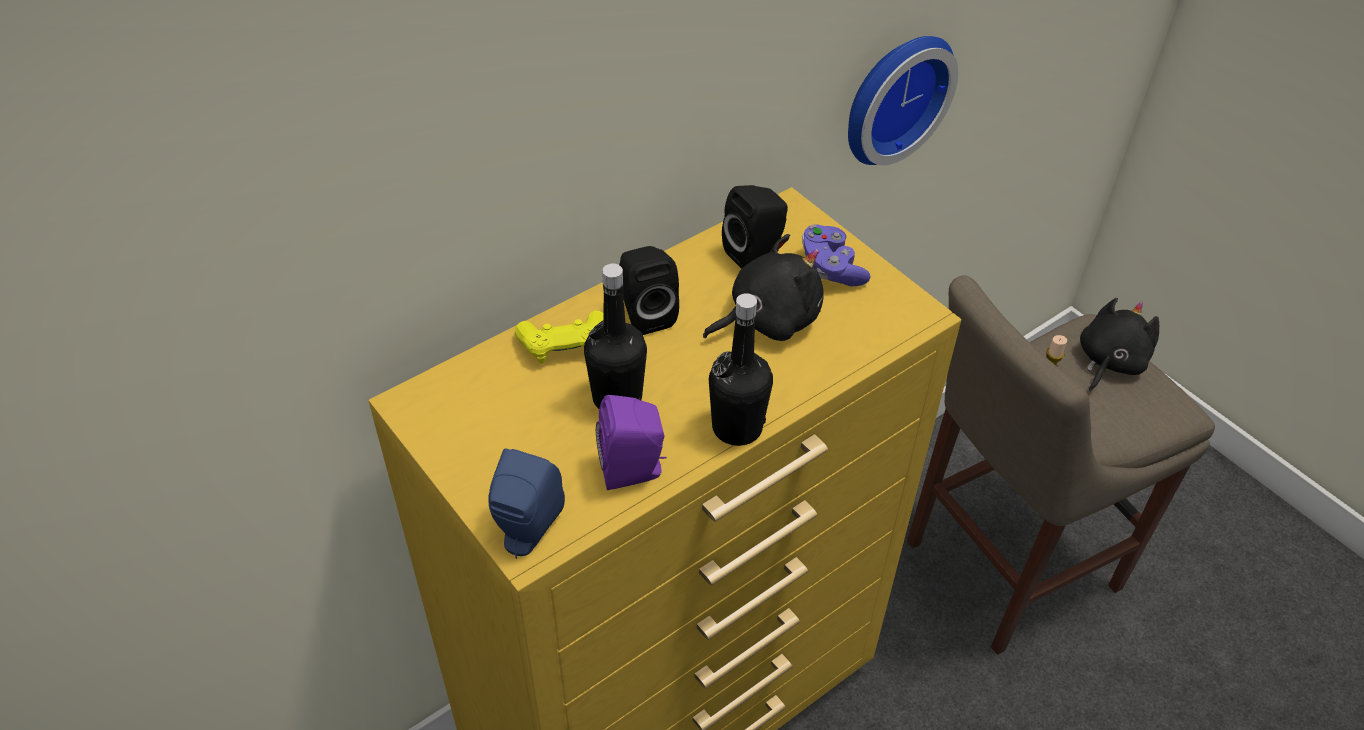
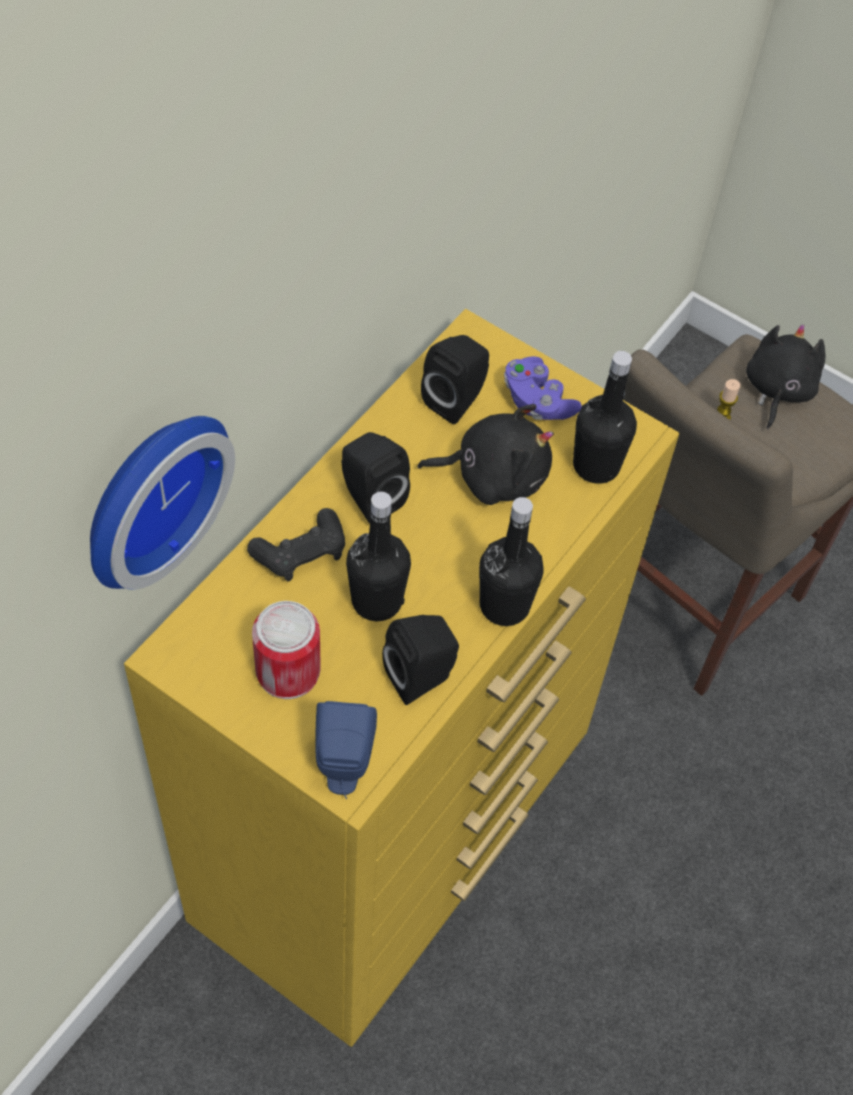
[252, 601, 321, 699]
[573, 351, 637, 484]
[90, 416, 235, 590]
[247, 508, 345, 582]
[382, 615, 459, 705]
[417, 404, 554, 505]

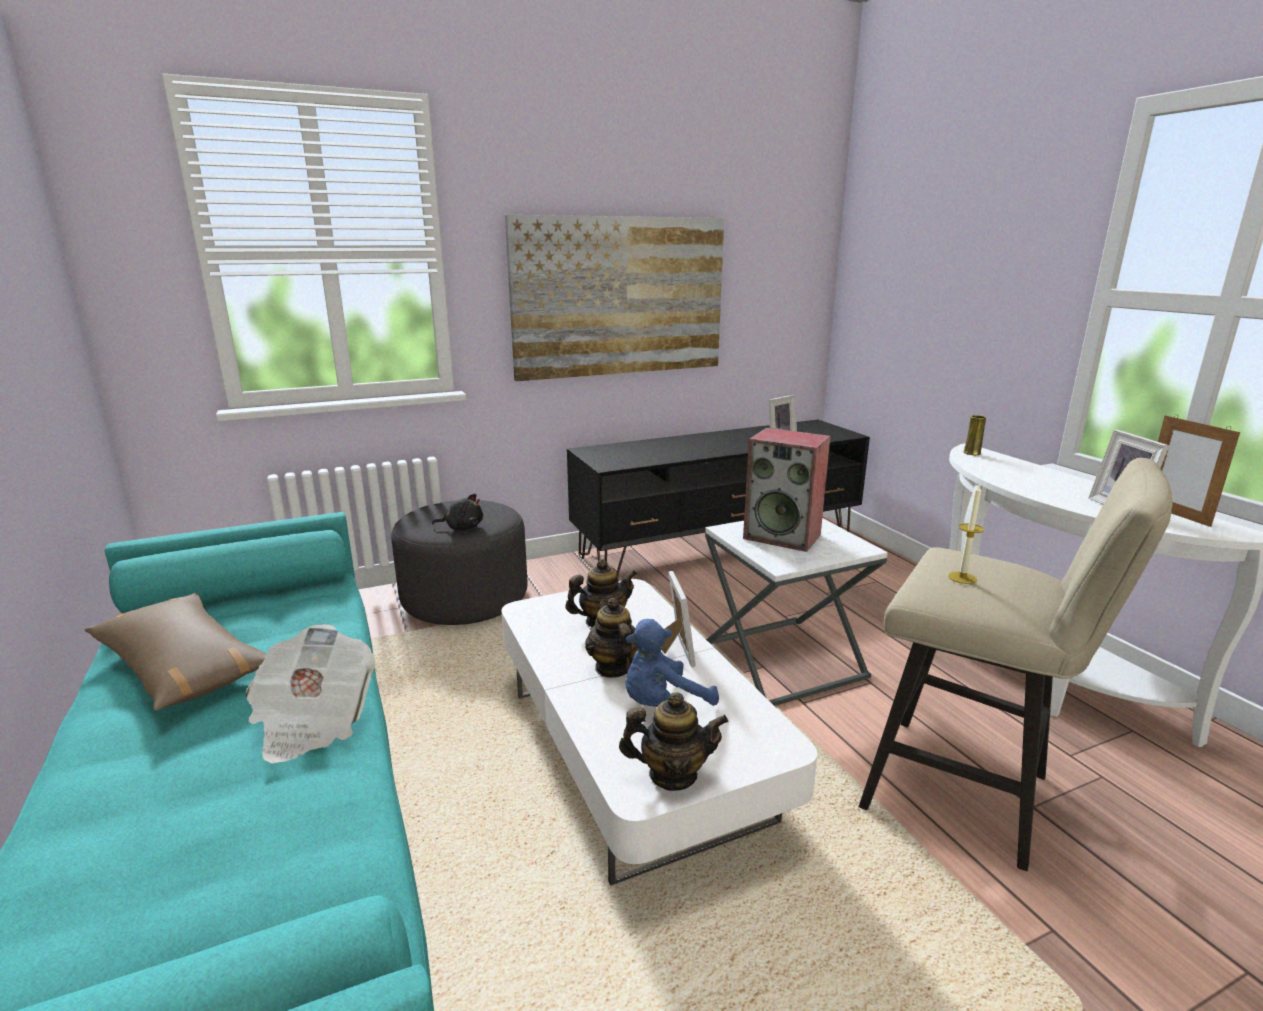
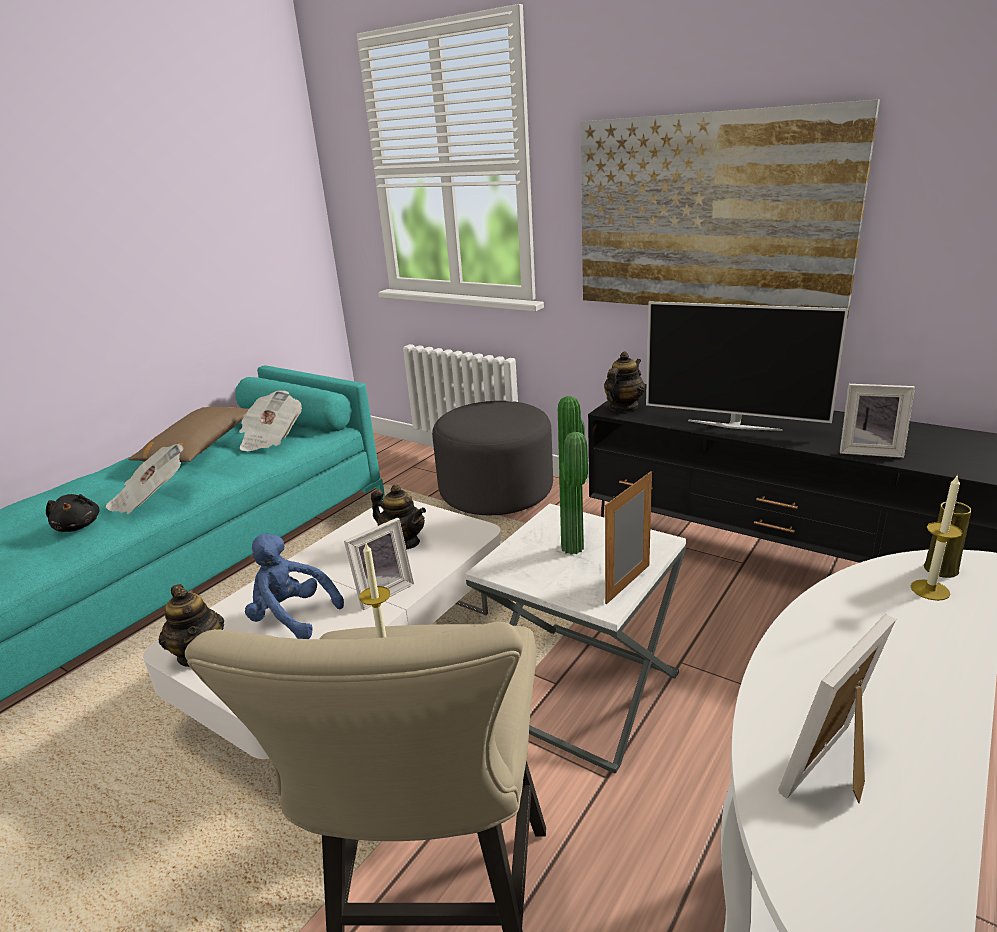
[239, 390, 302, 451]
[646, 301, 849, 431]
[911, 474, 962, 601]
[46, 494, 99, 532]
[604, 352, 645, 411]
[605, 471, 652, 605]
[558, 396, 588, 555]

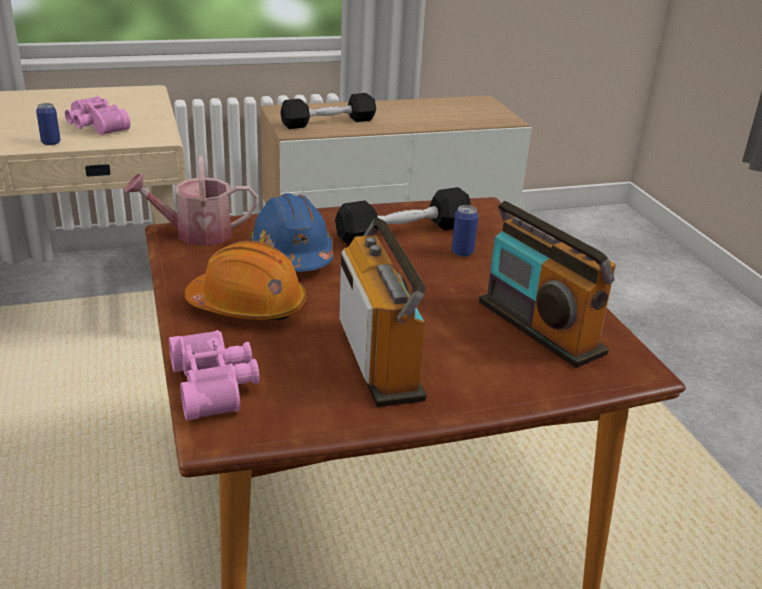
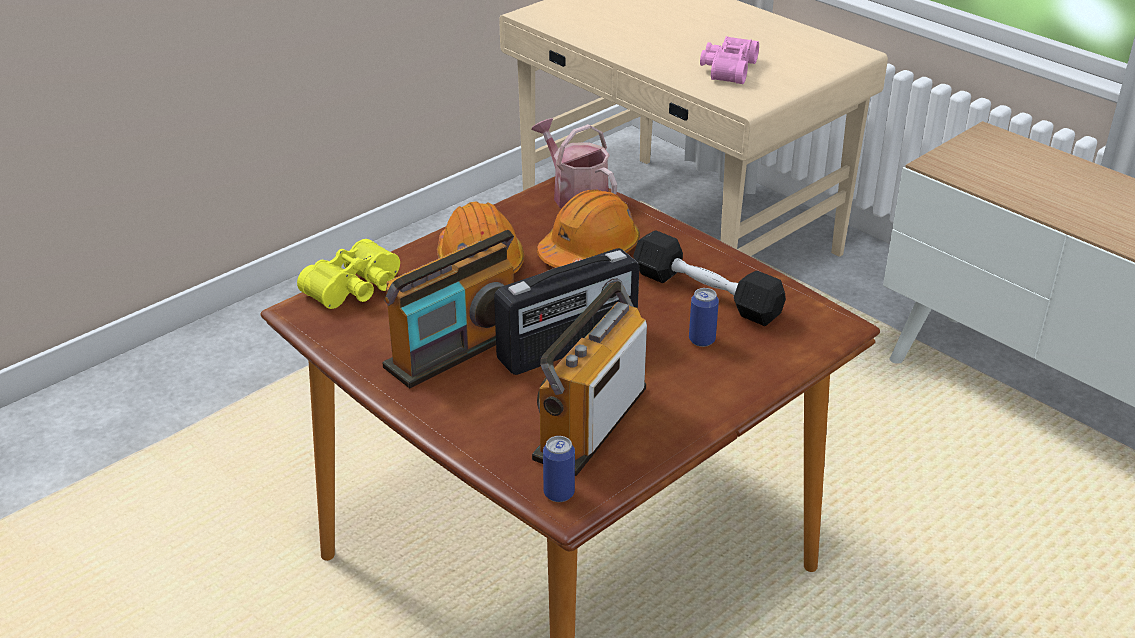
[280, 93, 376, 129] (first image)
[494, 248, 639, 375]
[543, 436, 575, 502]
[297, 239, 400, 309]
[537, 189, 640, 268]

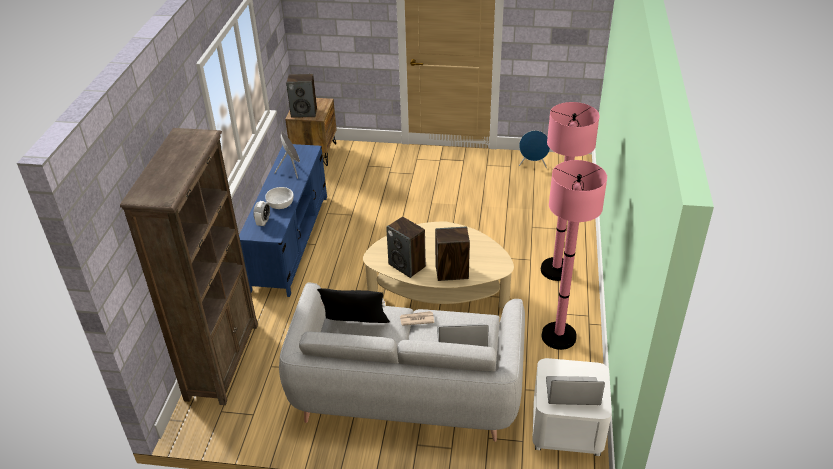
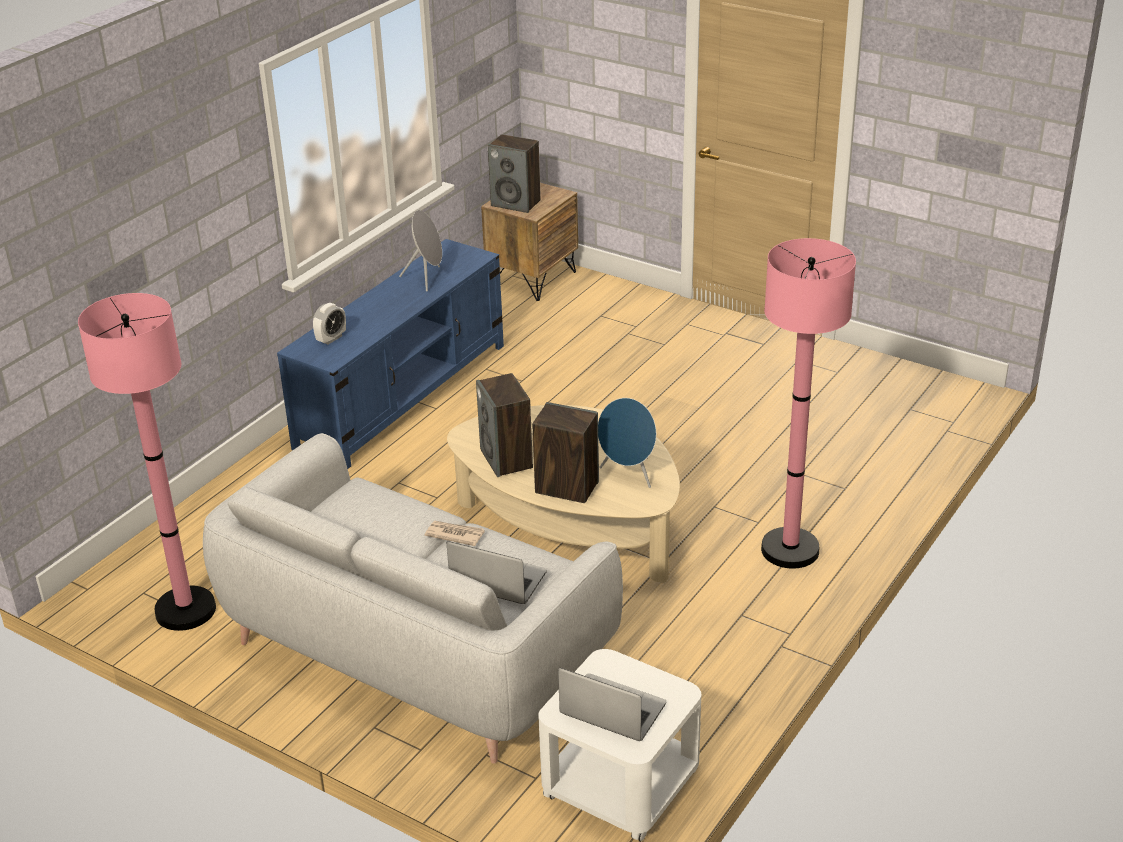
[120, 128, 258, 405] (first image)
[265, 187, 294, 209] (first image)
[317, 288, 390, 323] (first image)
[598, 398, 656, 488]
[78, 293, 216, 631]

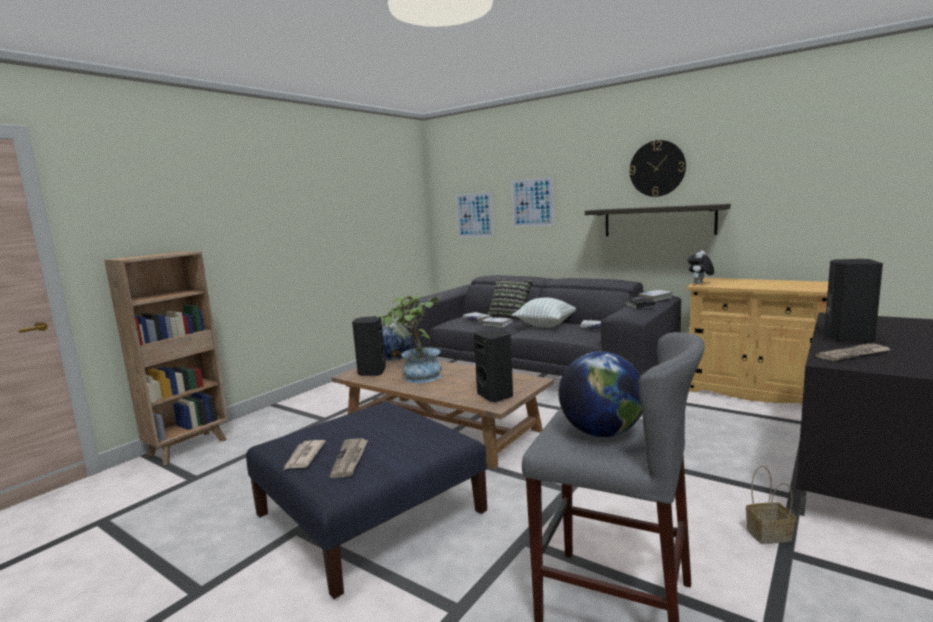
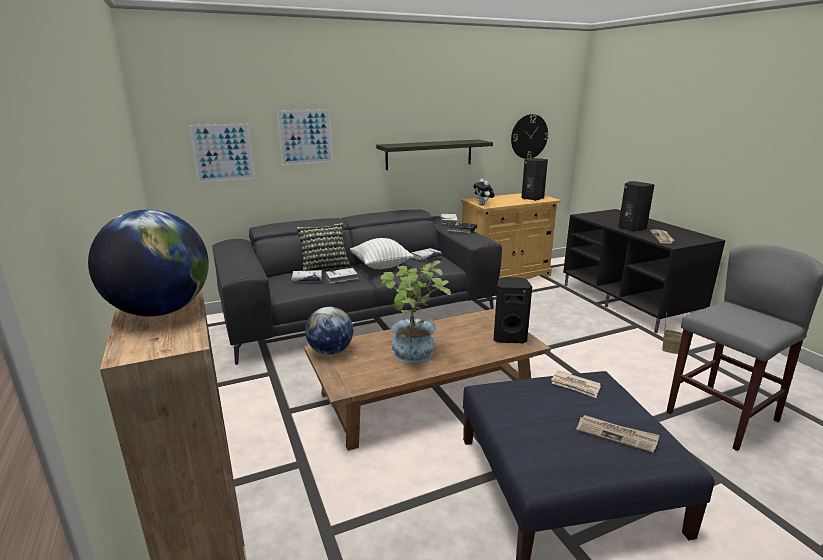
[551, 370, 601, 398]
[521, 158, 548, 201]
[88, 210, 209, 316]
[511, 114, 549, 159]

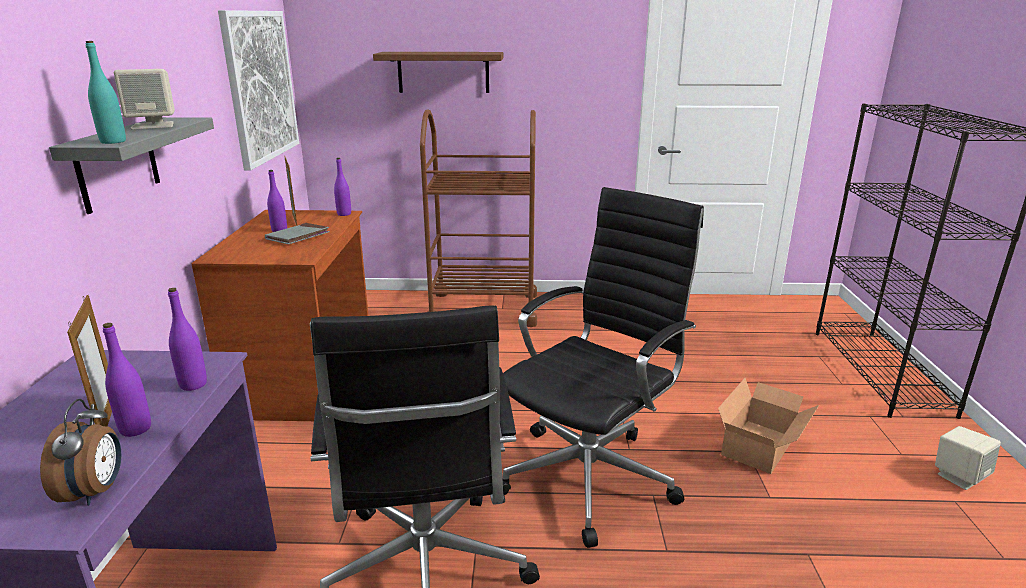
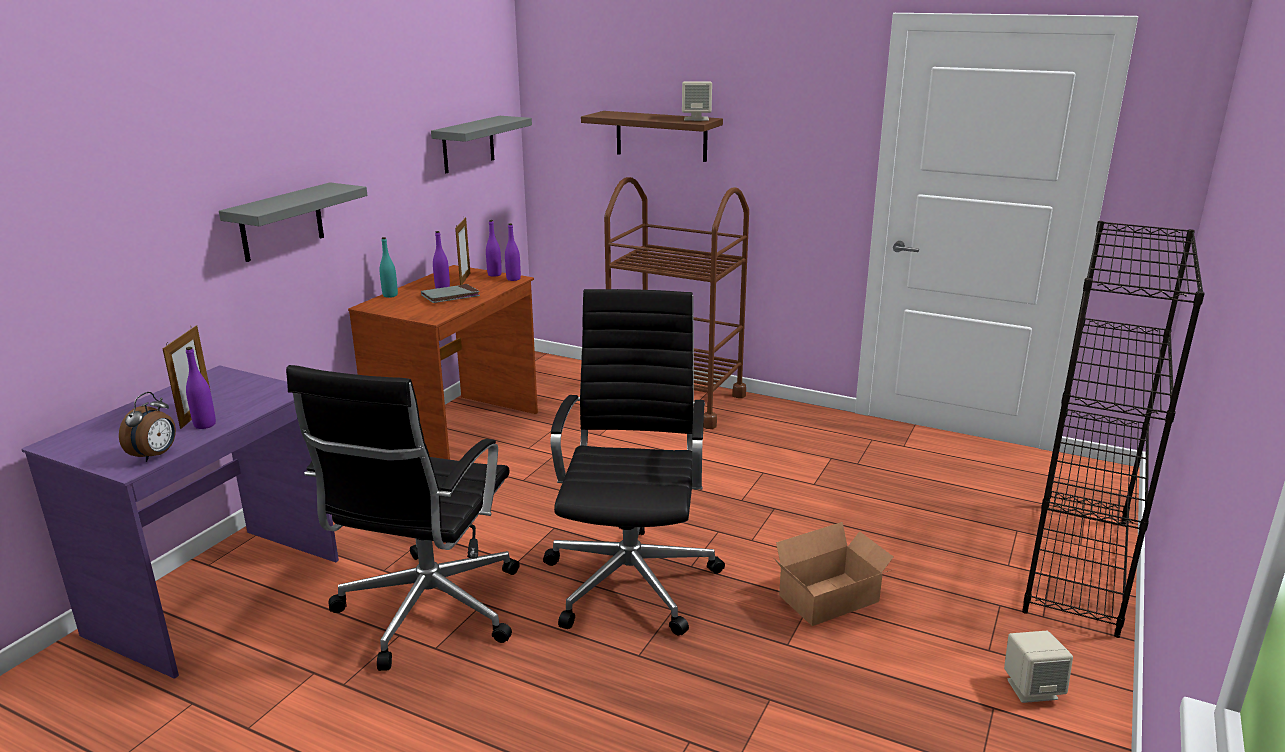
[379, 237, 398, 298]
[682, 81, 712, 121]
[486, 220, 502, 277]
[431, 116, 532, 173]
[543, 289, 725, 636]

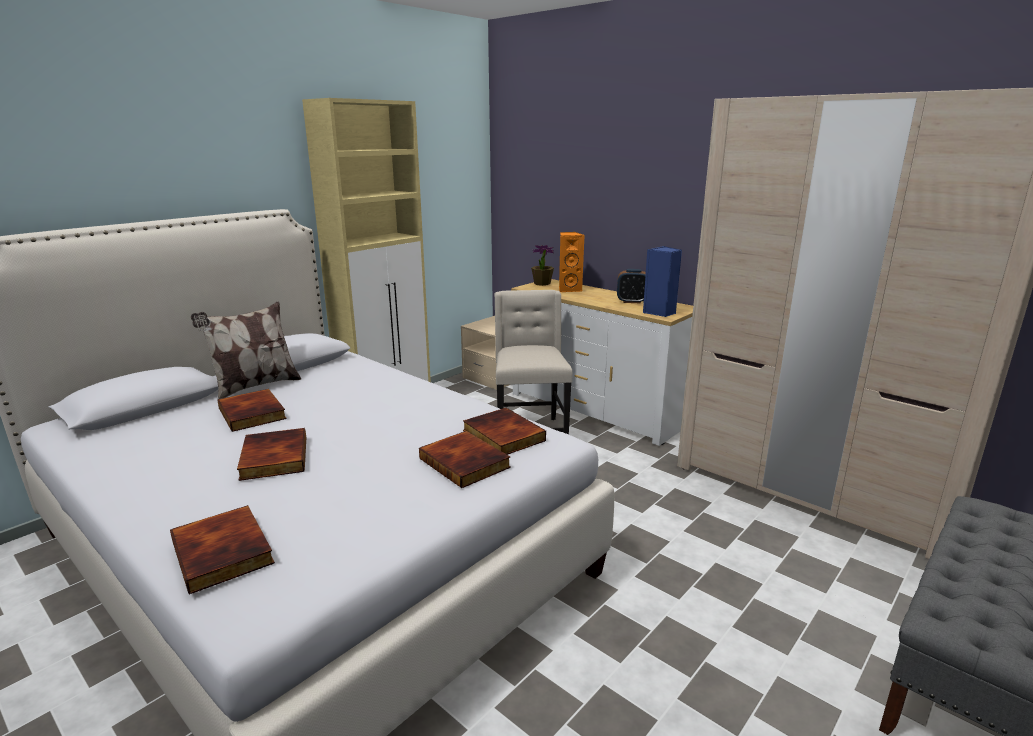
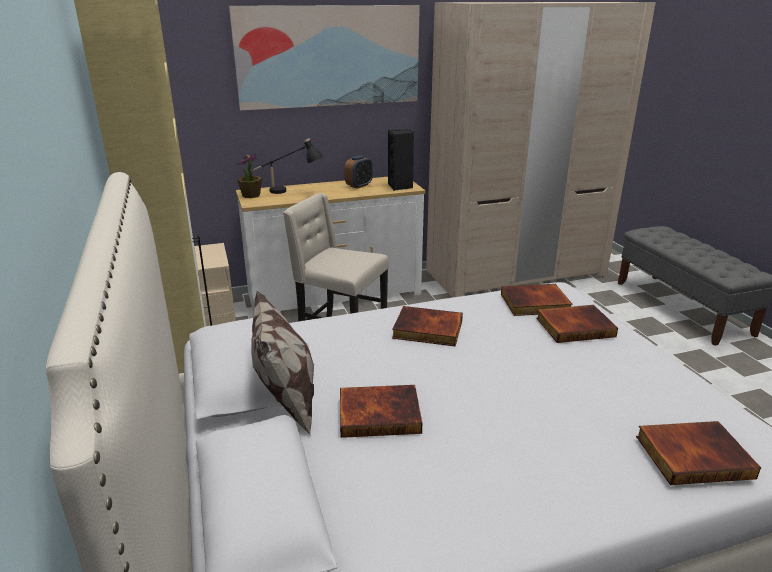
[229, 5, 420, 110]
[392, 306, 463, 347]
[253, 138, 323, 194]
[388, 130, 414, 191]

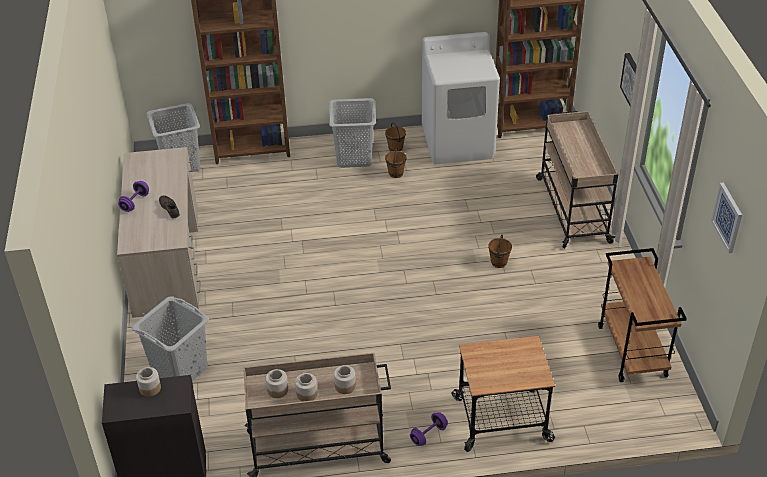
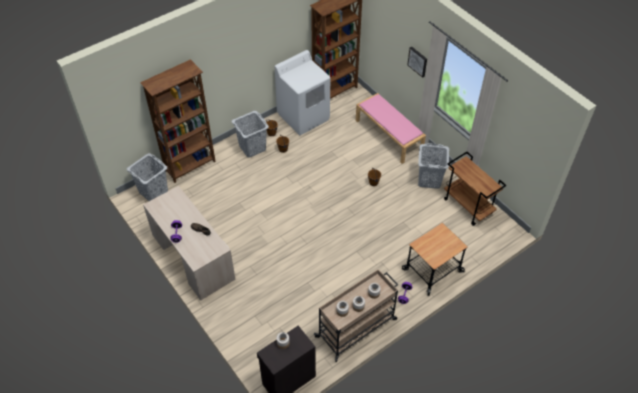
[711, 183, 742, 253] (first image)
[418, 143, 449, 189]
[356, 93, 426, 164]

